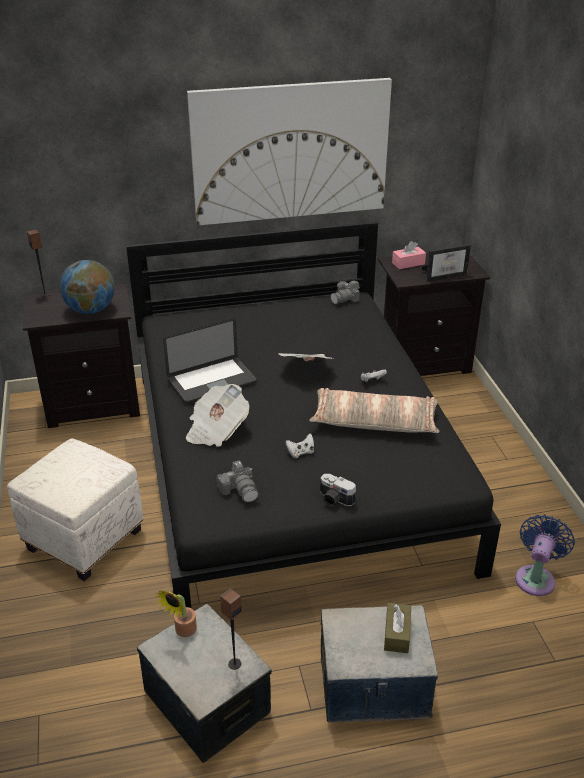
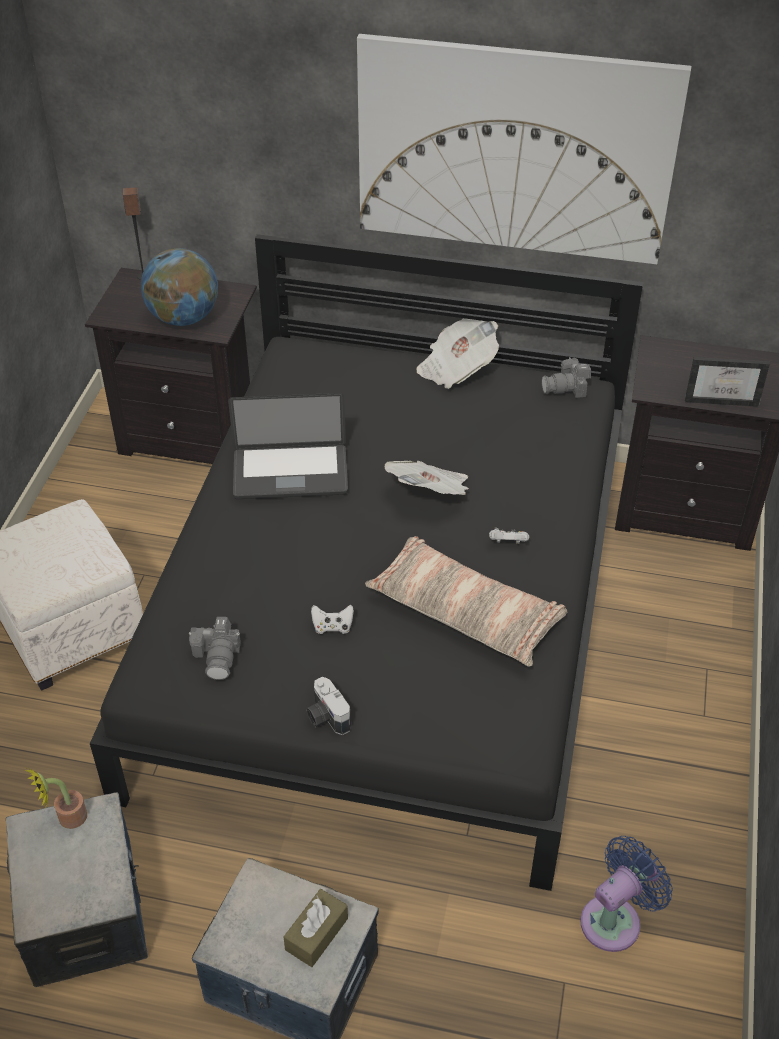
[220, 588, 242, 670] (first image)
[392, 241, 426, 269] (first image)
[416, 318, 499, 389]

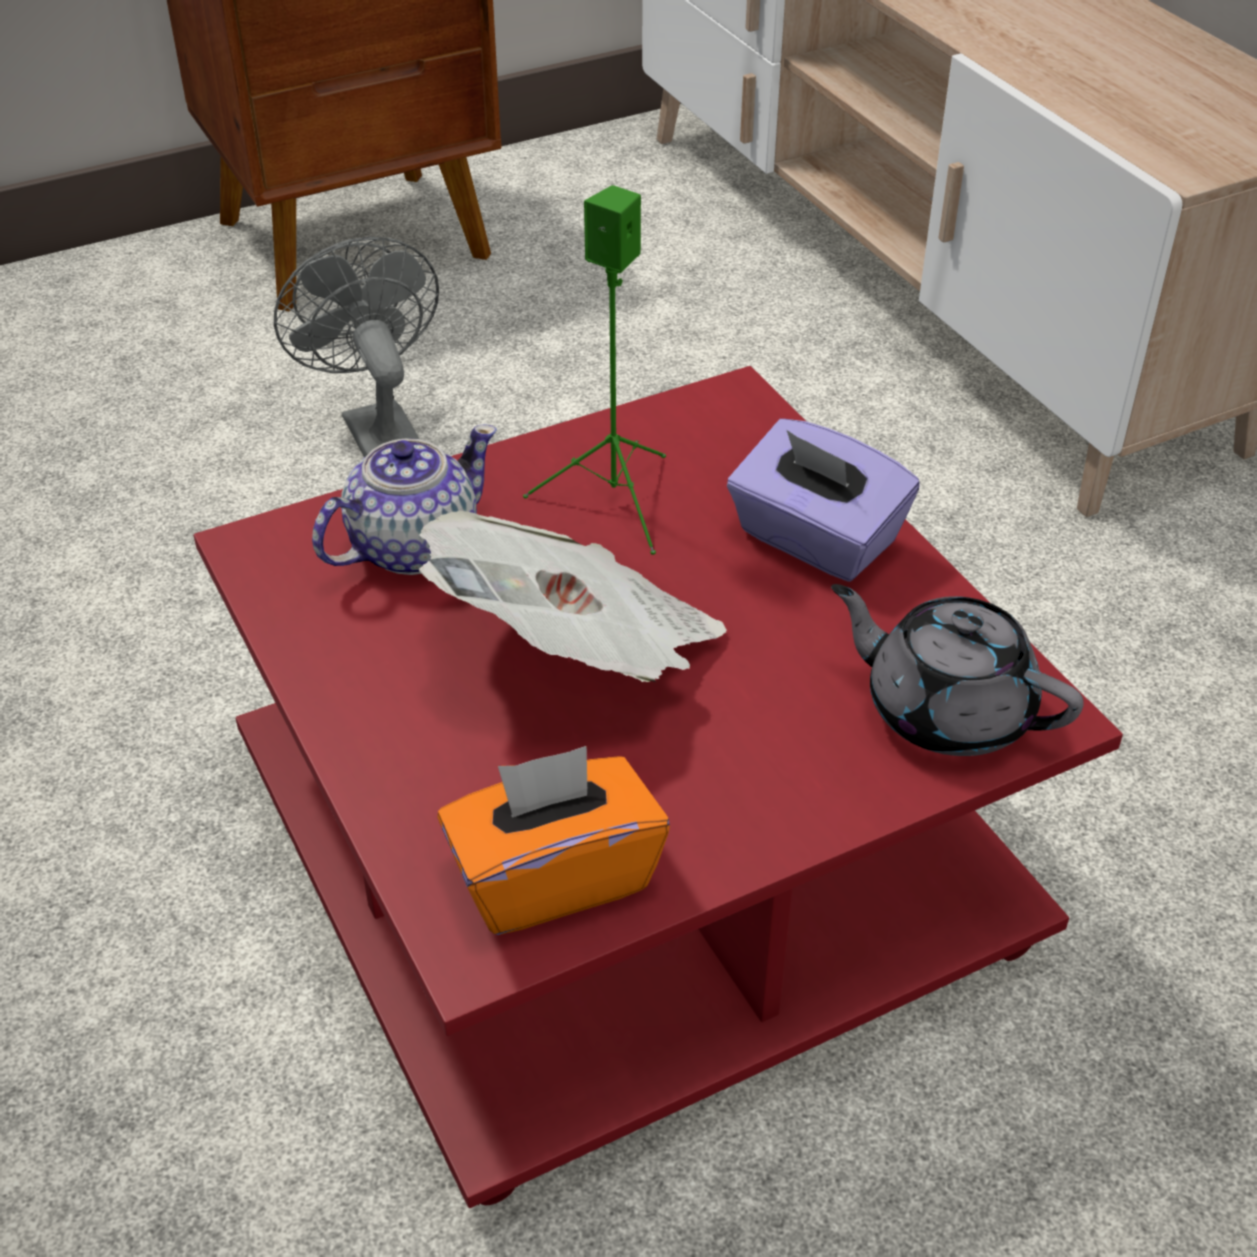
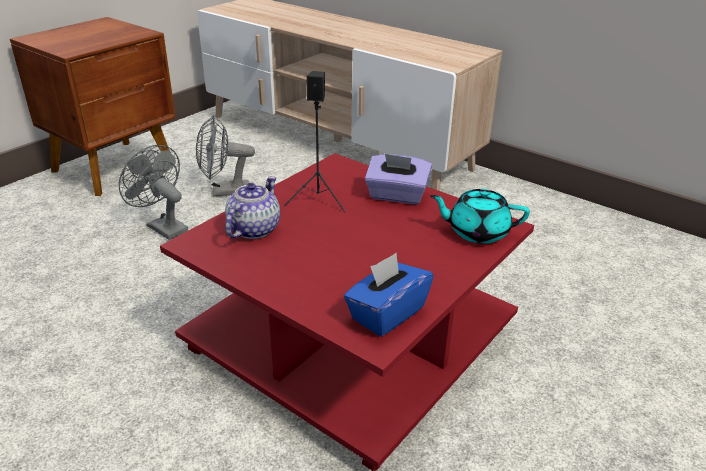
[419, 511, 727, 682] (first image)
[196, 115, 255, 197]
[344, 253, 433, 336]
[284, 71, 346, 212]
[430, 189, 530, 244]

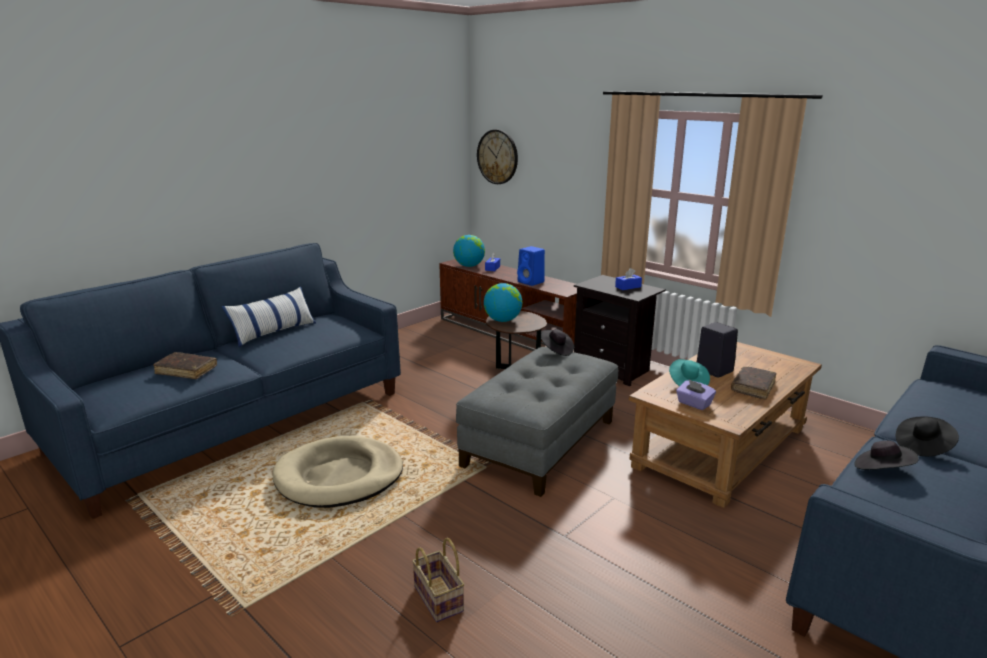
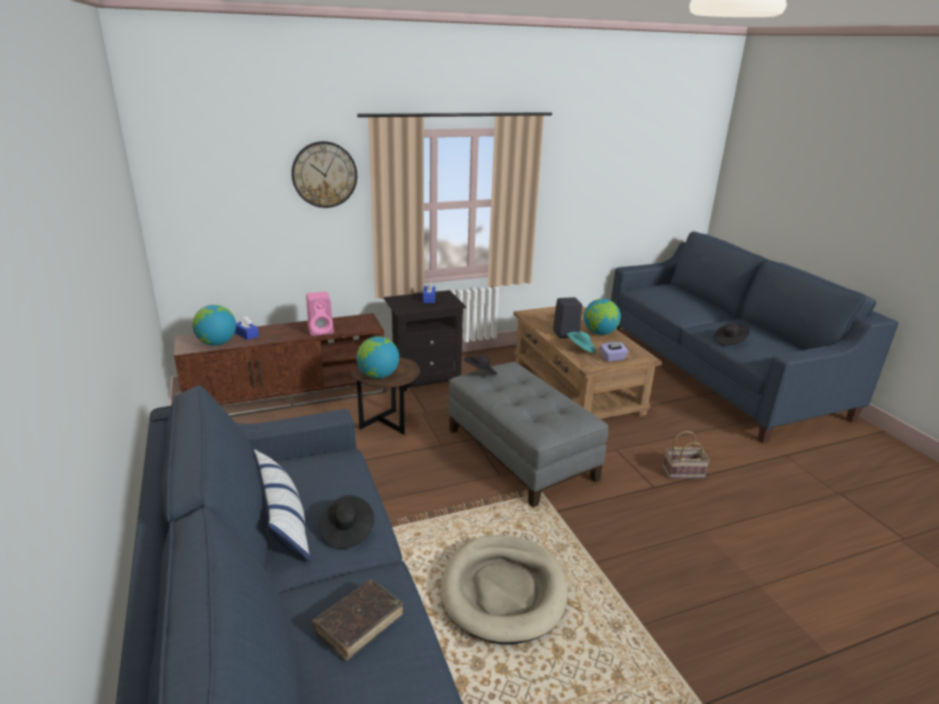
[663, 431, 710, 479]
[291, 141, 357, 208]
[319, 495, 374, 549]
[584, 299, 621, 335]
[306, 291, 334, 336]

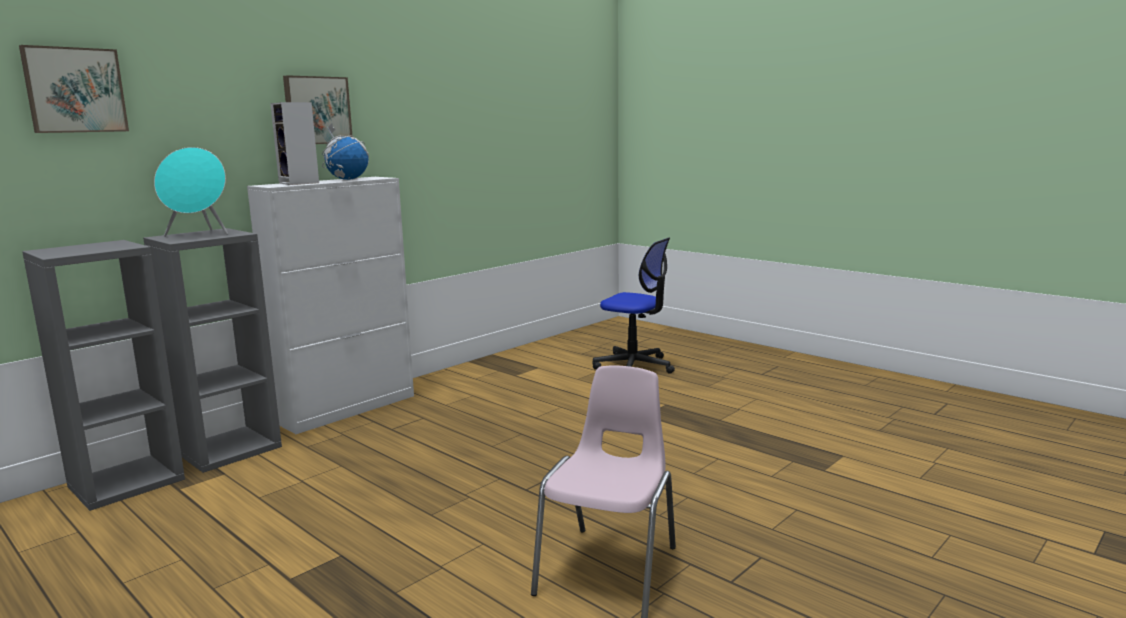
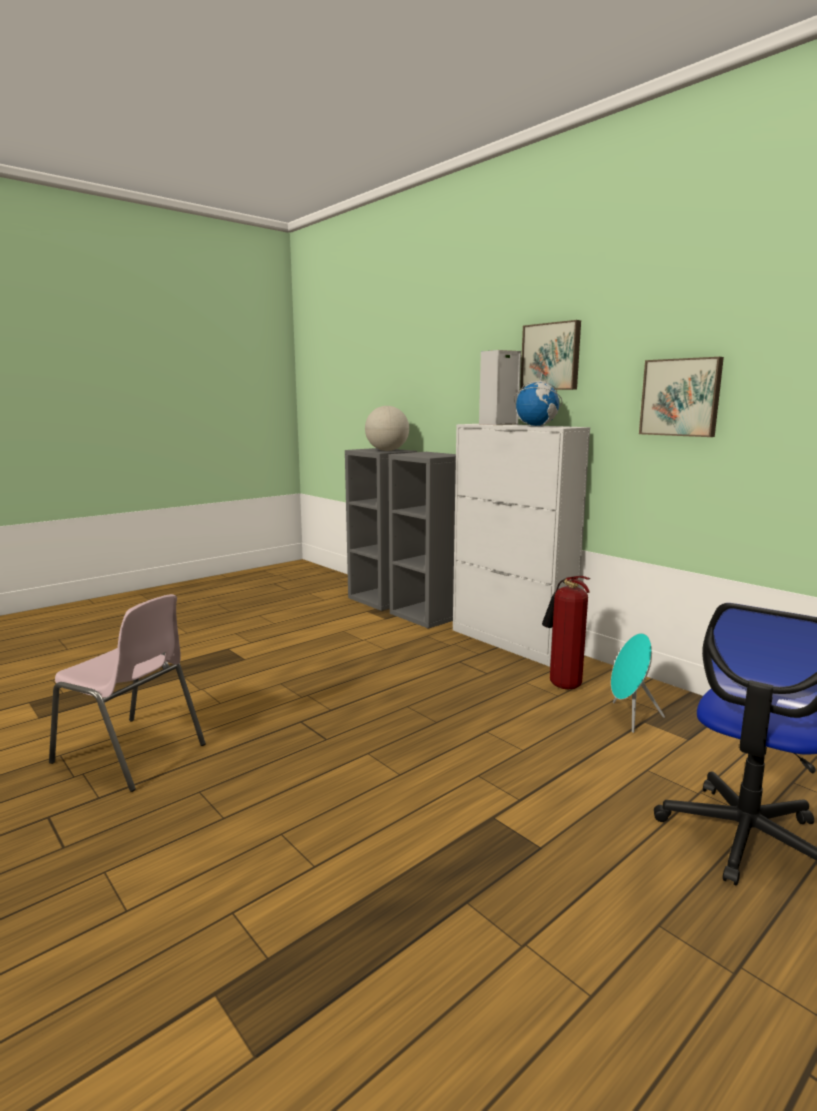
[365, 406, 409, 451]
[542, 576, 590, 689]
[639, 357, 724, 437]
[611, 633, 665, 733]

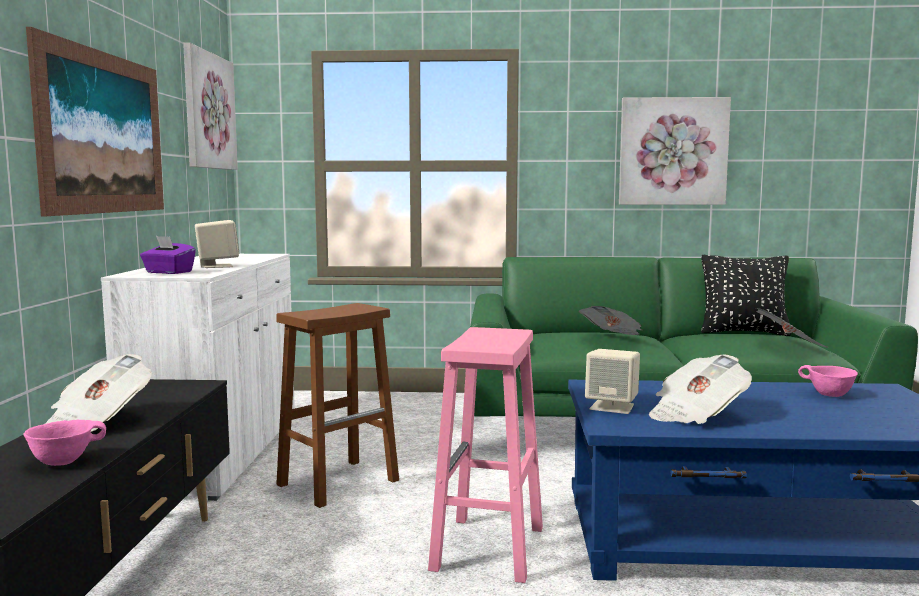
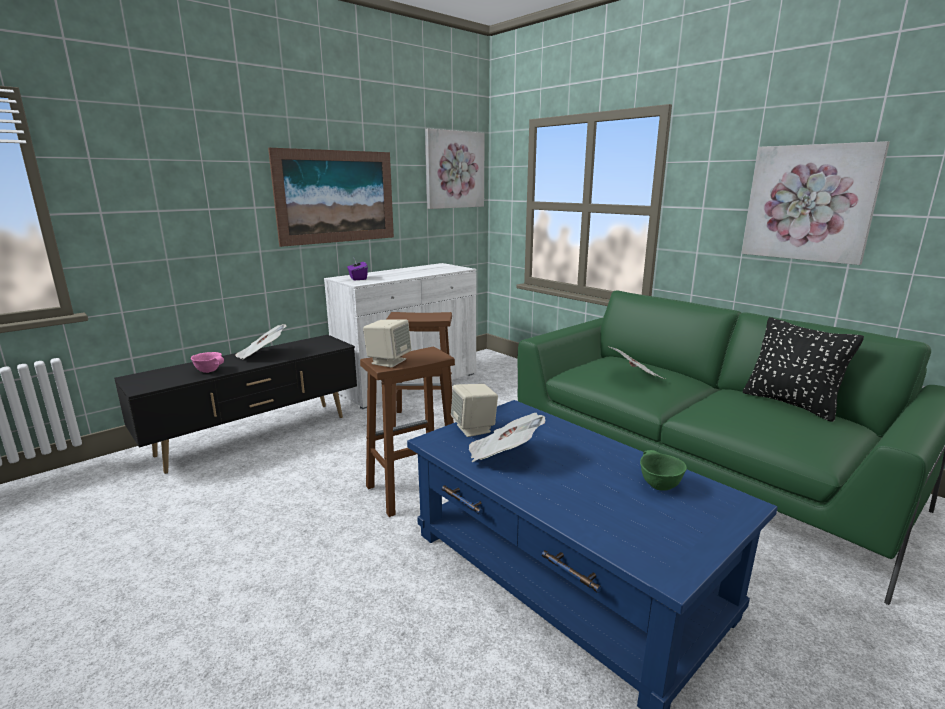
[756, 308, 827, 347] (first image)
[363, 319, 411, 368]
[360, 347, 455, 517]
[640, 450, 687, 491]

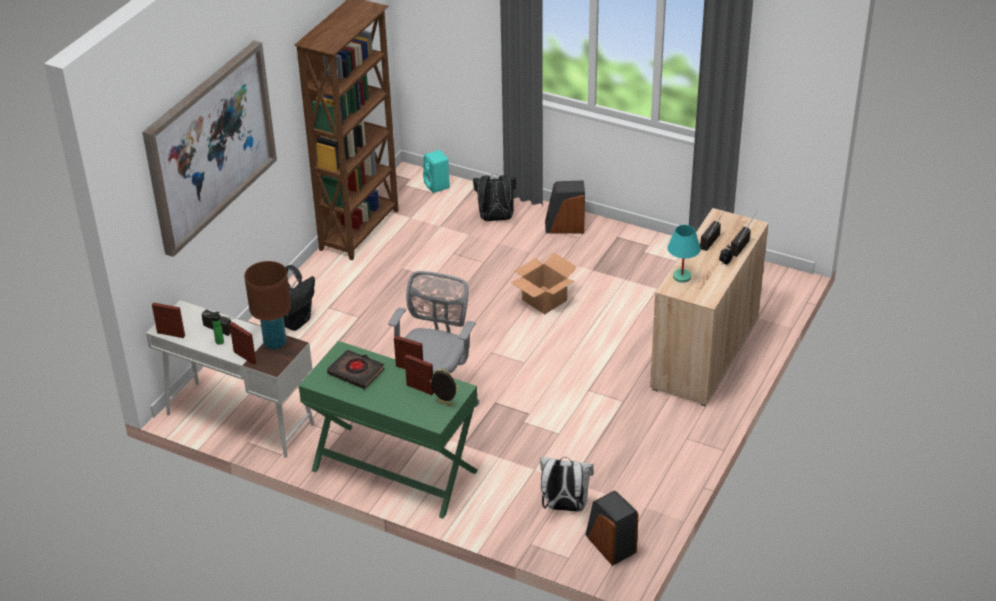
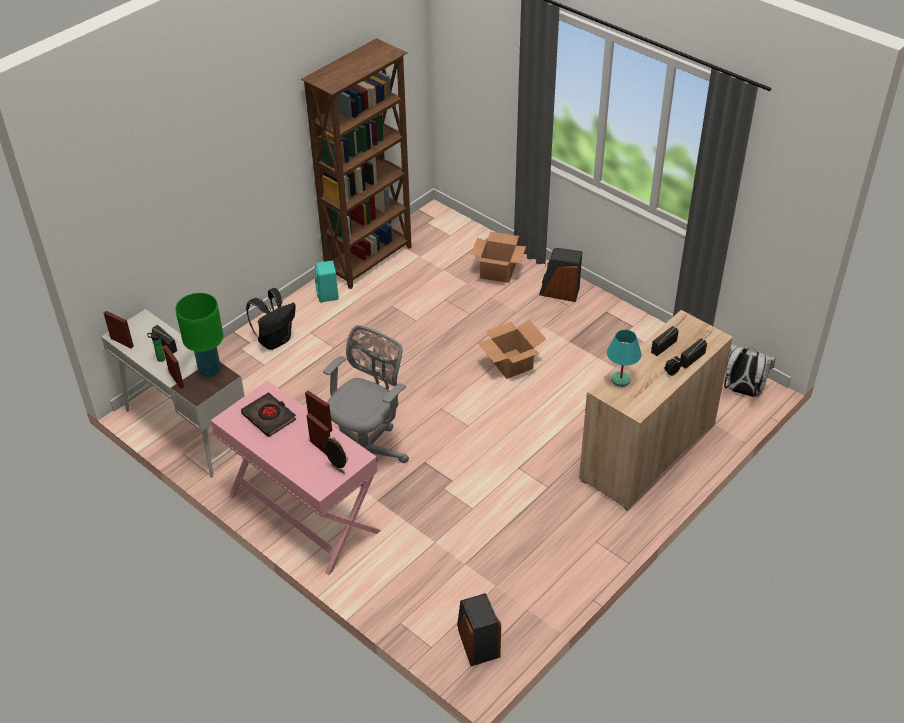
[142, 40, 277, 257] (first image)
[315, 261, 339, 302]
[724, 344, 776, 397]
[471, 231, 526, 283]
[175, 293, 223, 377]
[211, 381, 381, 575]

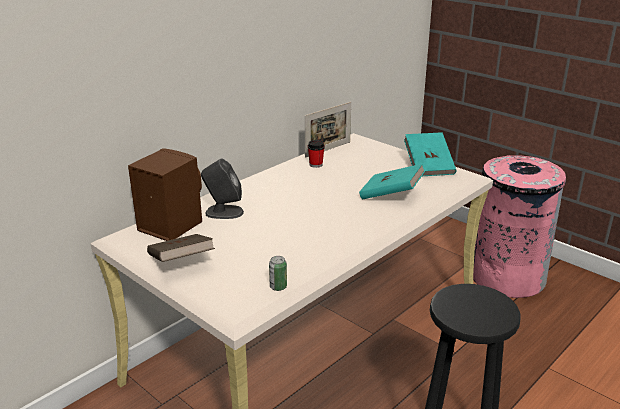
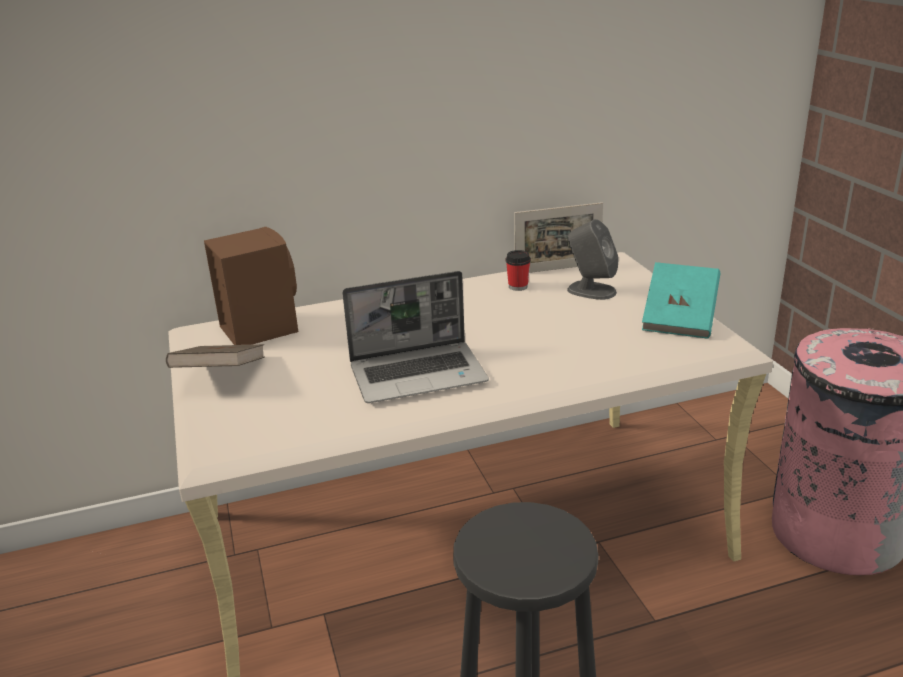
[269, 256, 287, 291] (first image)
[359, 164, 425, 200] (first image)
[342, 271, 489, 403]
[567, 219, 619, 300]

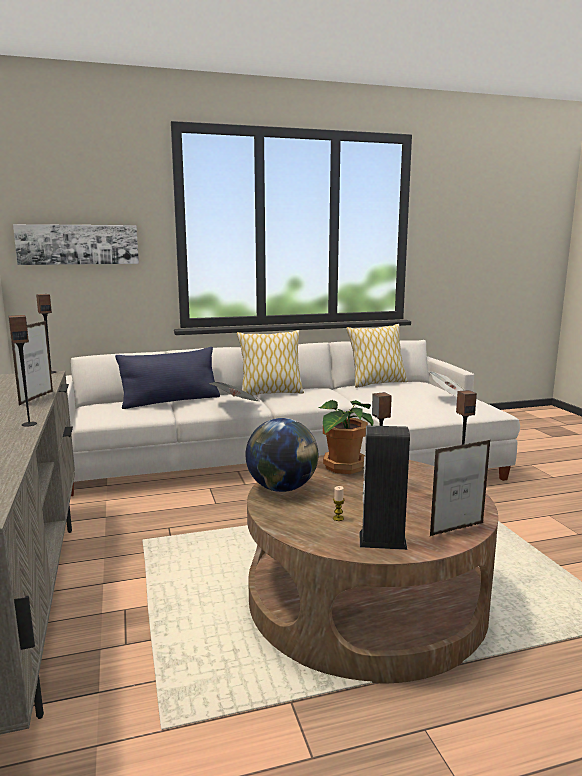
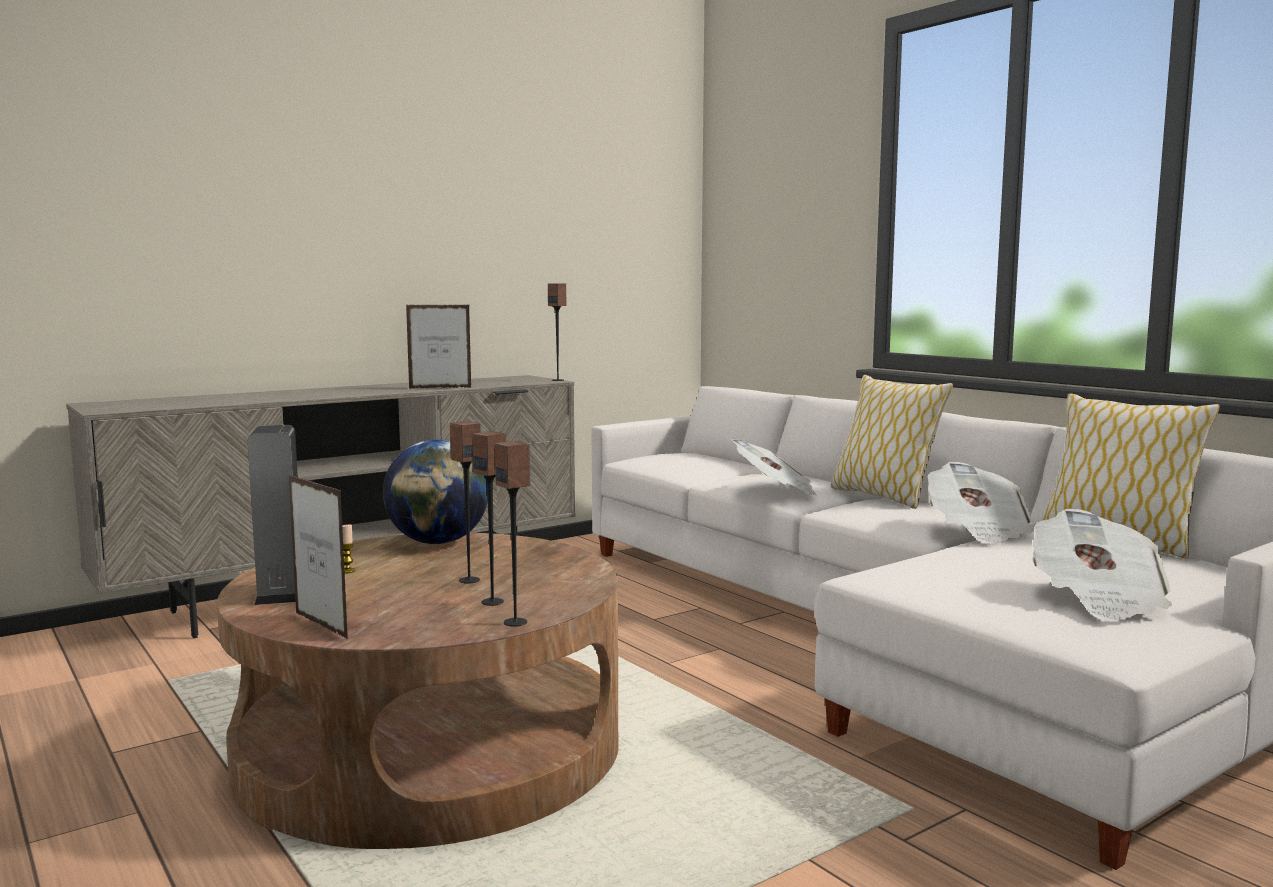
[13, 224, 139, 265] (first image)
[115, 347, 220, 409] (first image)
[318, 400, 374, 474] (first image)
[928, 462, 1034, 544]
[472, 431, 506, 606]

